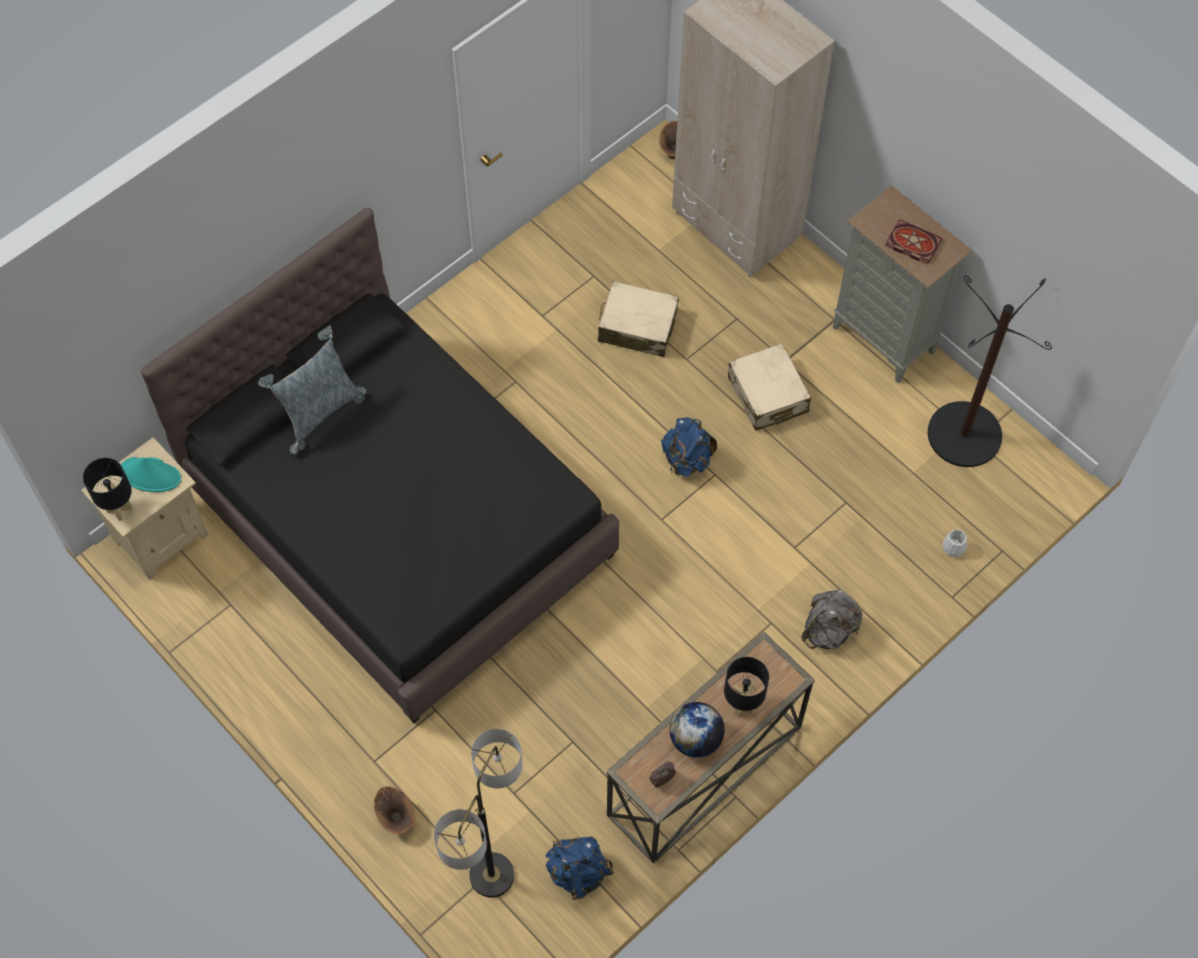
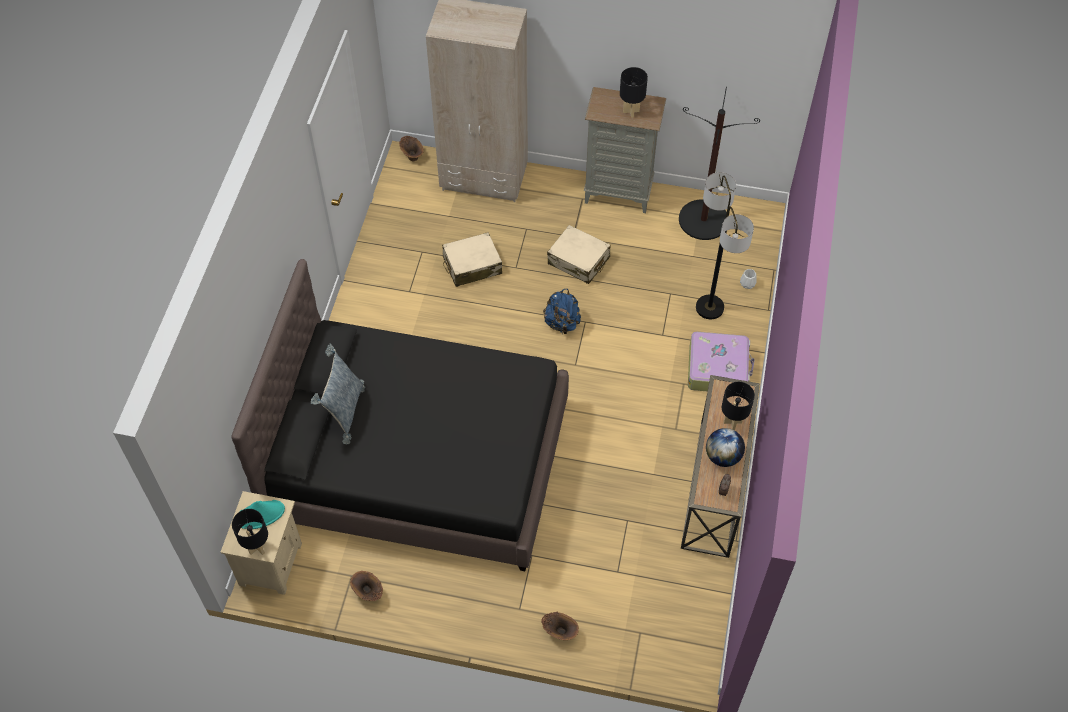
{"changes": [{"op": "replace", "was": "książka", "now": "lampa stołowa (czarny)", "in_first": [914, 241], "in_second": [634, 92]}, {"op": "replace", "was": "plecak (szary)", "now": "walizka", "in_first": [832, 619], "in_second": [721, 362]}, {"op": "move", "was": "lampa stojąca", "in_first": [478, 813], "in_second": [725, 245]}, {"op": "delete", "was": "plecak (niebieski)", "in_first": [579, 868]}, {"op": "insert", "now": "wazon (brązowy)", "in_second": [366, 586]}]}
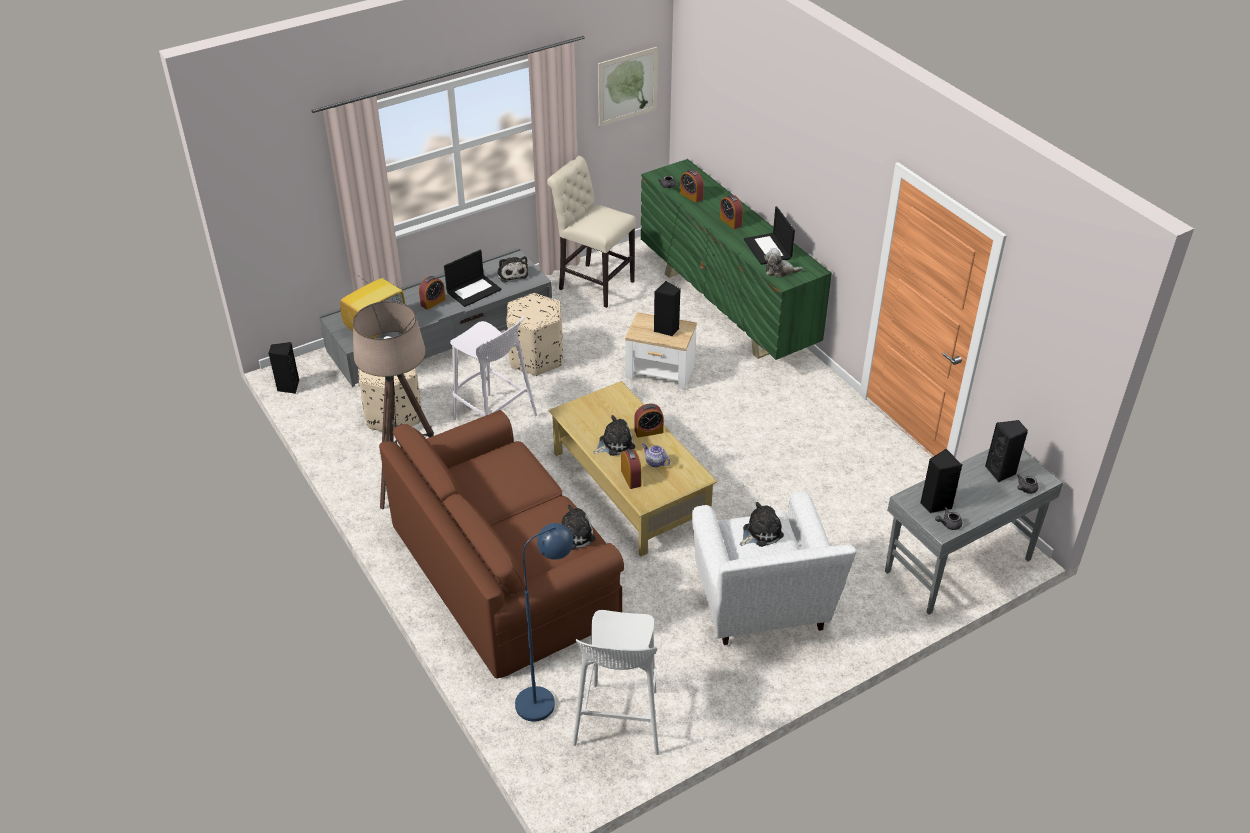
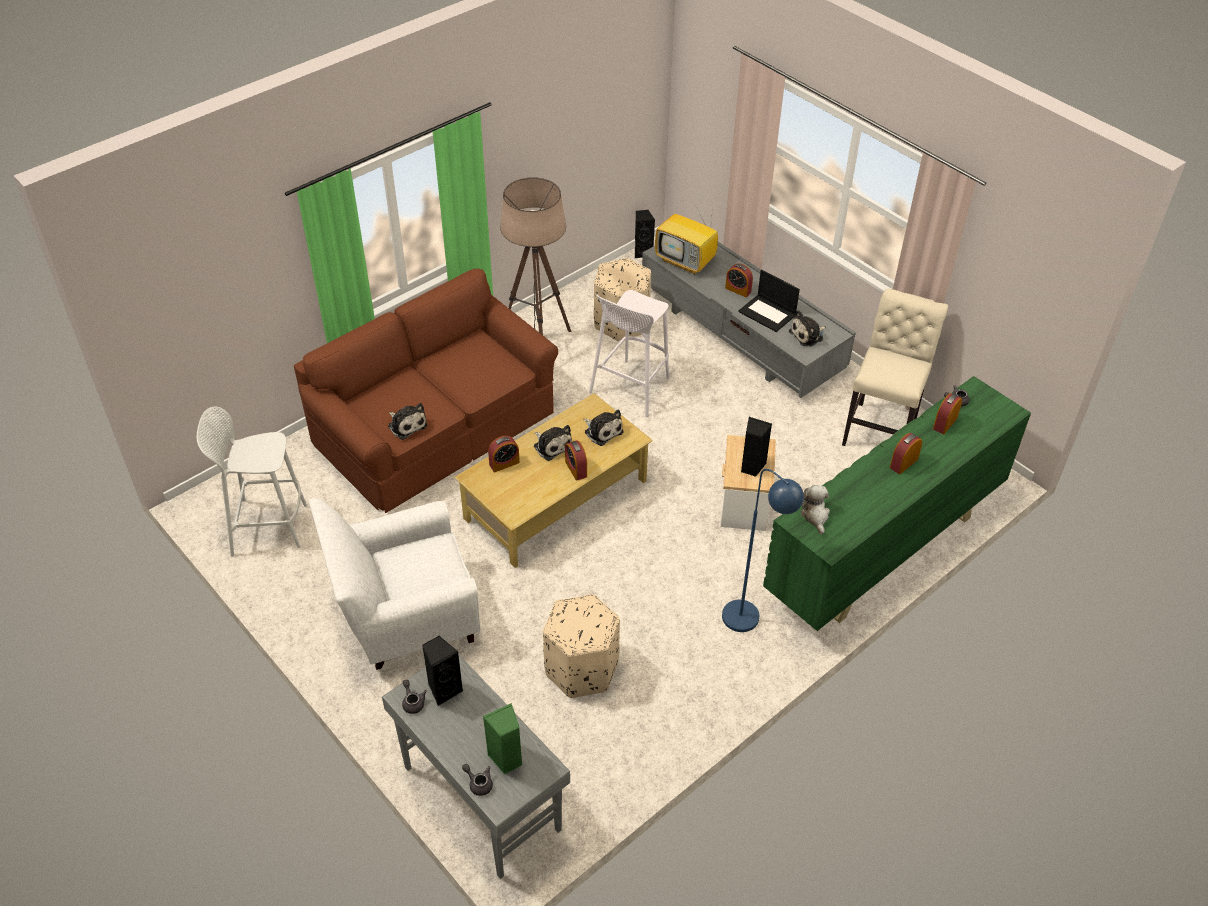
{"changes": [{"op": "delete", "was": "obraz", "in_first": [628, 87]}, {"op": "delete", "was": "laptop", "in_first": [769, 235]}, {"op": "move", "was": "pufa (beżowy)", "in_first": [534, 334], "in_second": [581, 646]}, {"op": "recolor", "was": "głośnik (czarny)", "now": "głośnik (zielony)", "in_first": [1006, 451], "in_second": [502, 738]}, {"op": "delete", "was": "imbryk", "in_first": [656, 455]}, {"op": "move", "was": "pluszak", "in_first": [762, 524], "in_second": [603, 427]}, {"op": "move", "was": "lampa stojąca (niebieski)", "in_first": [544, 622], "in_second": [763, 550]}]}
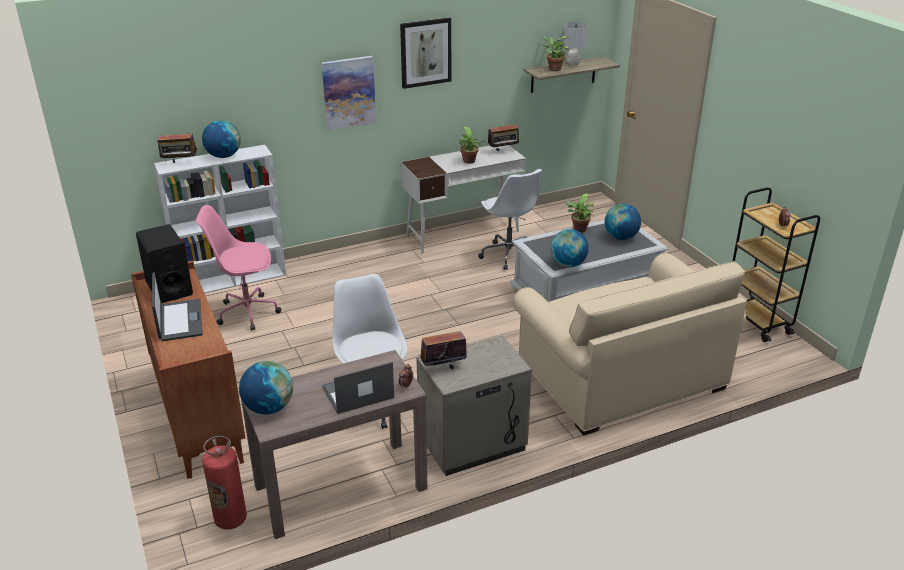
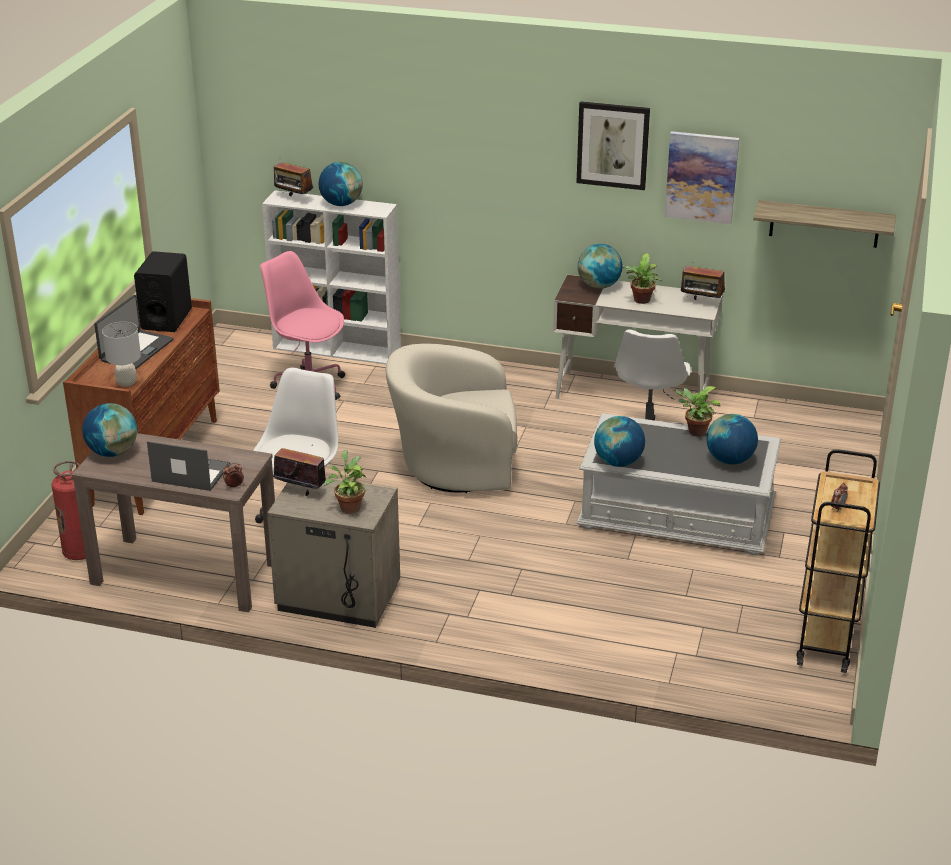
{"changes": [{"op": "move", "was": "lampa stołowa (szary)", "in_first": [575, 44], "in_second": [121, 354]}, {"op": "move", "was": "roślina doniczkowa", "in_first": [555, 53], "in_second": [345, 482]}, {"op": "move", "was": "obraz", "in_first": [349, 93], "in_second": [702, 177]}, {"op": "delete", "was": "kanapa (beżowy)", "in_first": [630, 344]}, {"op": "insert", "now": "globus", "in_second": [600, 266]}, {"op": "insert", "now": "fotel (beżowy)", "in_second": [451, 418]}]}
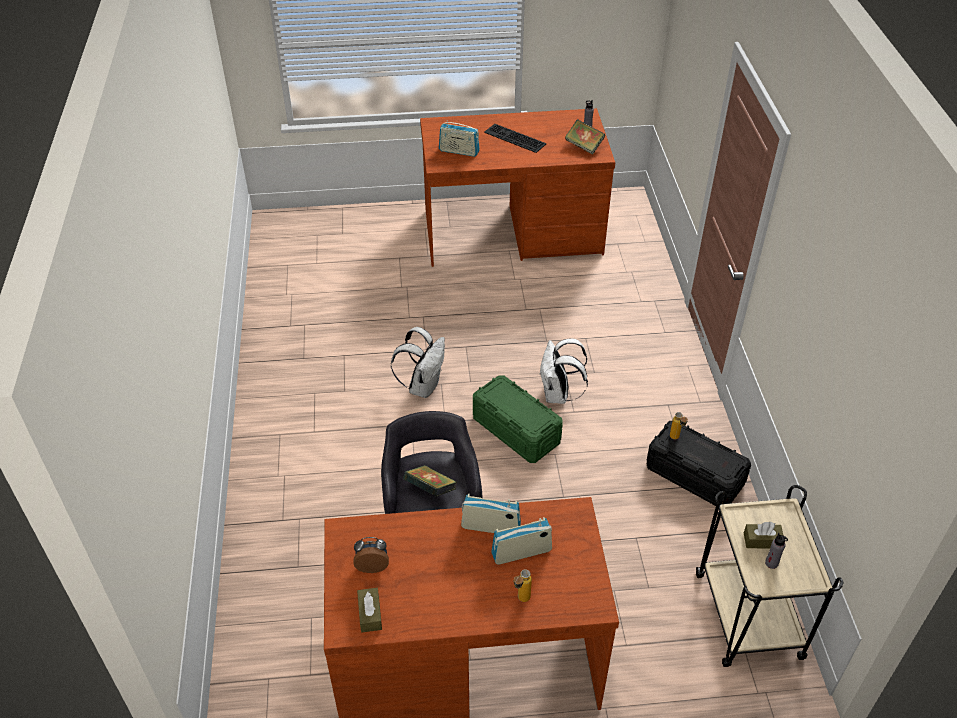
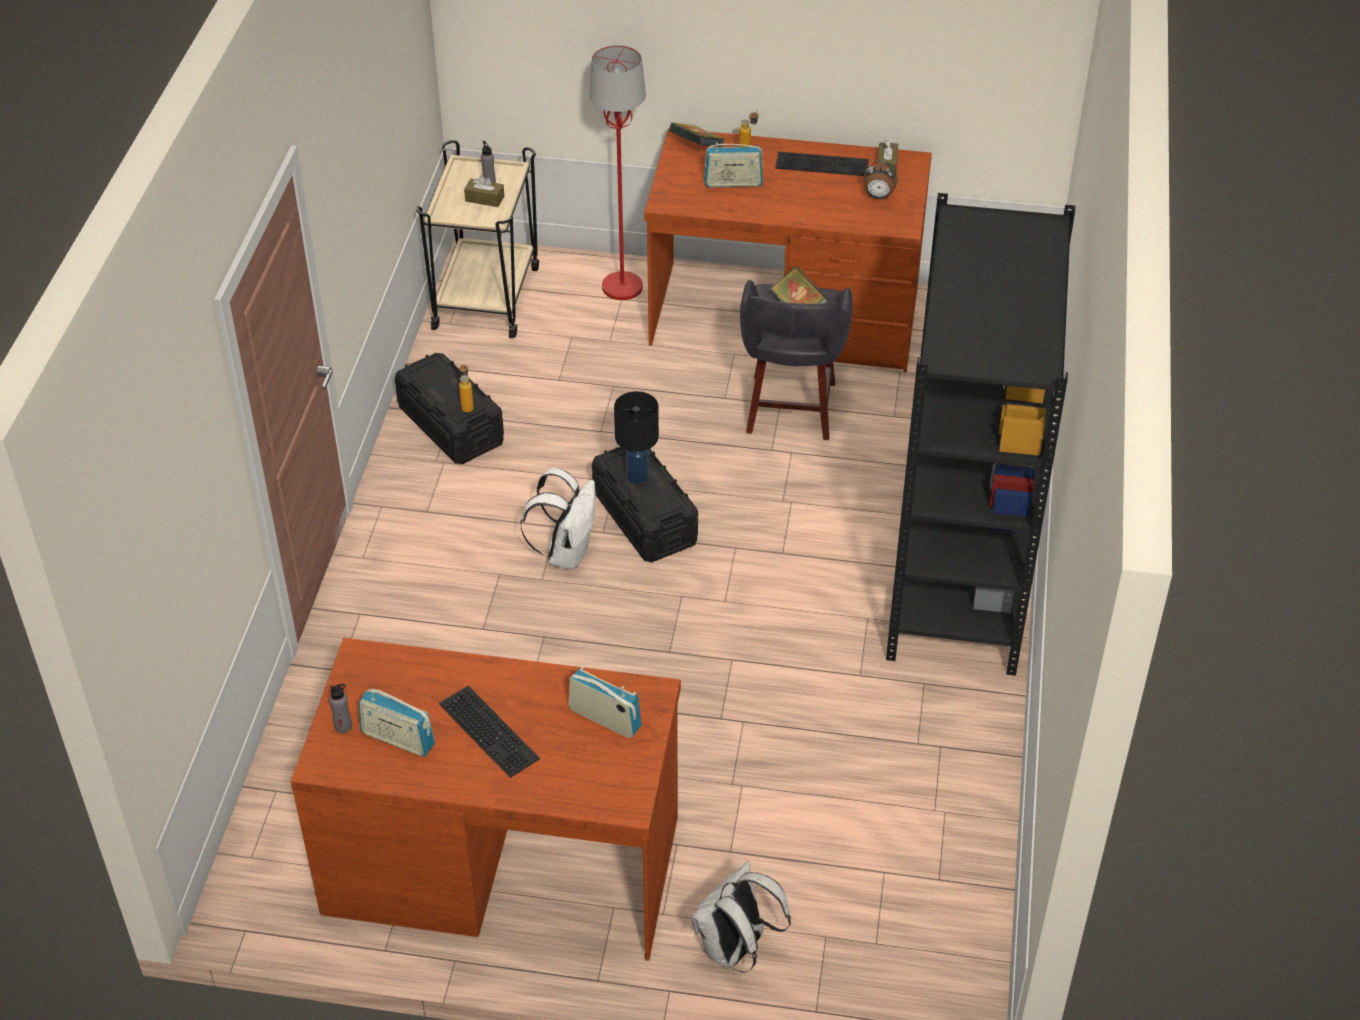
{"changes": [{"op": "move", "was": "książka", "in_first": [585, 137], "in_second": [697, 135]}, {"op": "move", "was": "plecak (biały)", "in_first": [418, 362], "in_second": [741, 917]}, {"op": "recolor", "was": "pojemnik do przechowywania (zielony)", "now": "pojemnik do przechowywania (czarny)", "in_first": [518, 419], "in_second": [645, 504]}, {"op": "move", "was": "radio", "in_first": [491, 513], "in_second": [396, 723]}, {"op": "insert", "now": "lampa stojąca (czerwony)", "in_second": [617, 172]}, {"op": "insert", "now": "klawiatura", "in_second": [822, 163]}, {"op": "insert", "now": "regał (czarny)", "in_second": [980, 434]}, {"op": "insert", "now": "lampa stołowa (czarny)", "in_second": [636, 437]}]}
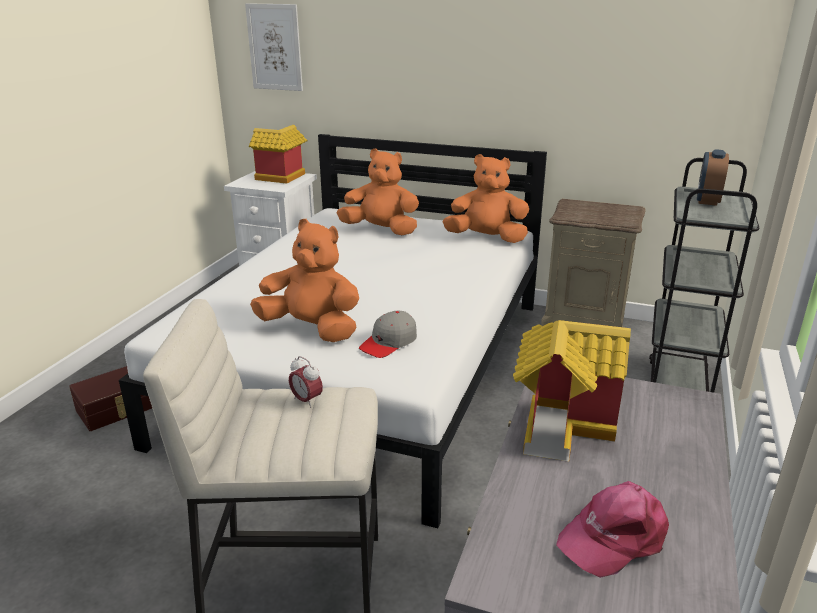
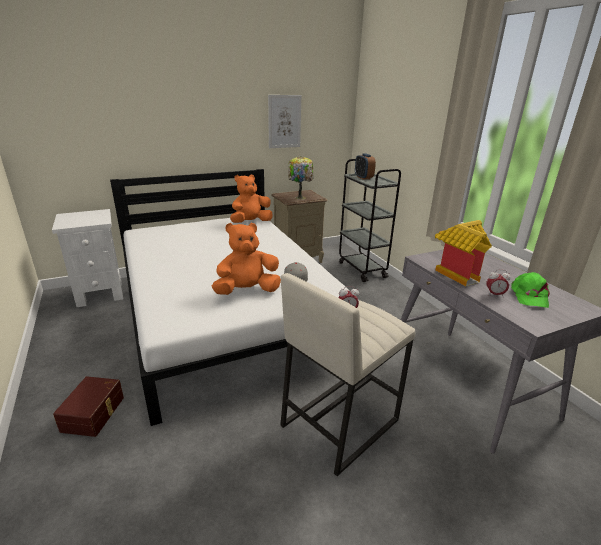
{"changes": [{"op": "move", "was": "obraz", "in_first": [274, 47], "in_second": [284, 121]}, {"op": "delete", "was": "domek", "in_first": [278, 154]}, {"op": "delete", "was": "pluszak (pomarańczowy)", "in_first": [378, 192]}, {"op": "recolor", "was": "czapka z daszkiem (różowy)", "now": "czapka z daszkiem (zielony)", "in_first": [612, 529], "in_second": [530, 290]}, {"op": "insert", "now": "lampa stołowa", "in_second": [300, 178]}, {"op": "insert", "now": "budzik", "in_second": [499, 282]}]}
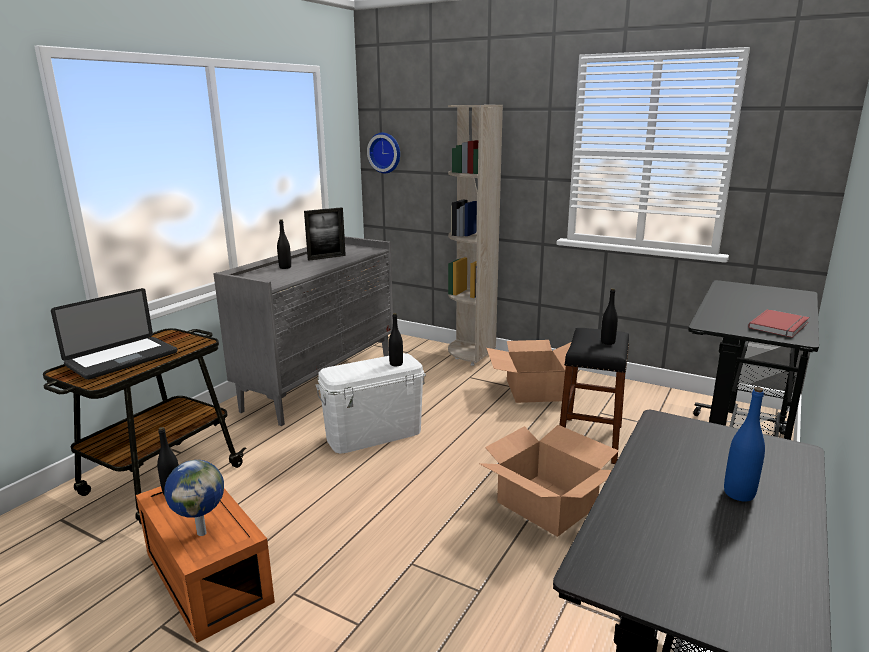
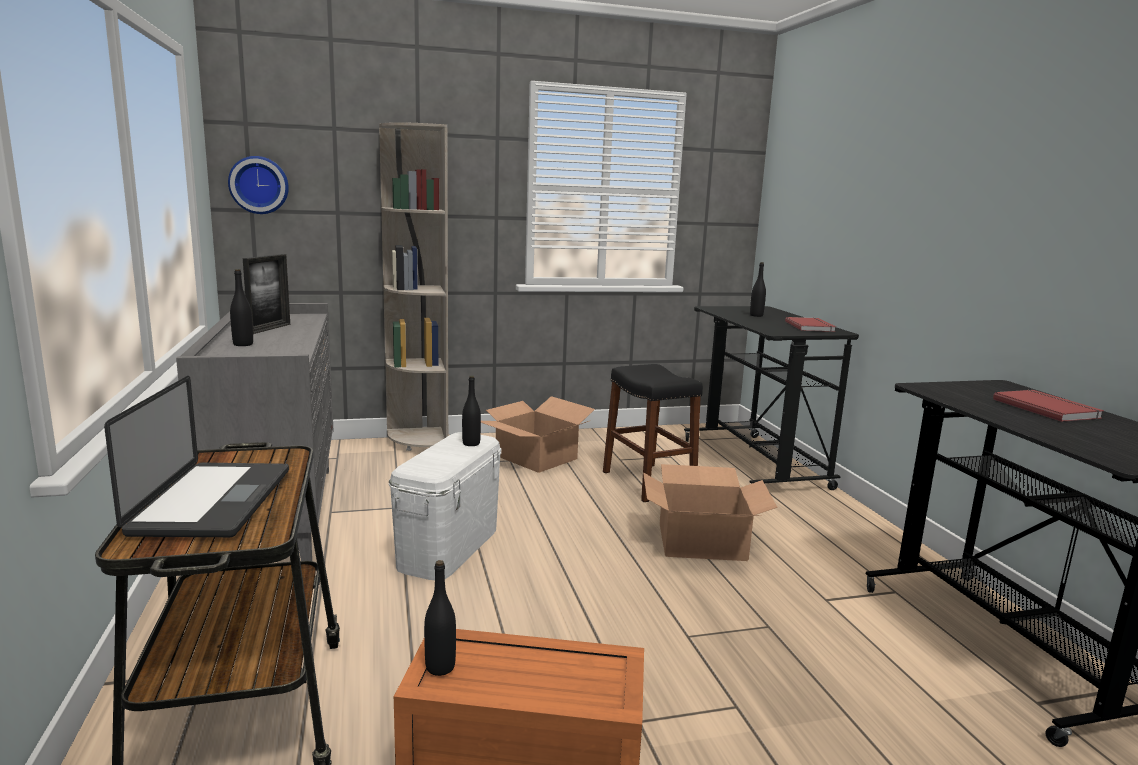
{"changes": [{"op": "move", "was": "butelka (czarny)", "in_first": [609, 316], "in_second": [758, 289]}, {"op": "replace", "was": "butelka (niebieski)", "now": "książka (czerwony)", "in_first": [744, 444], "in_second": [1048, 406]}, {"op": "delete", "was": "globus", "in_first": [194, 498]}]}
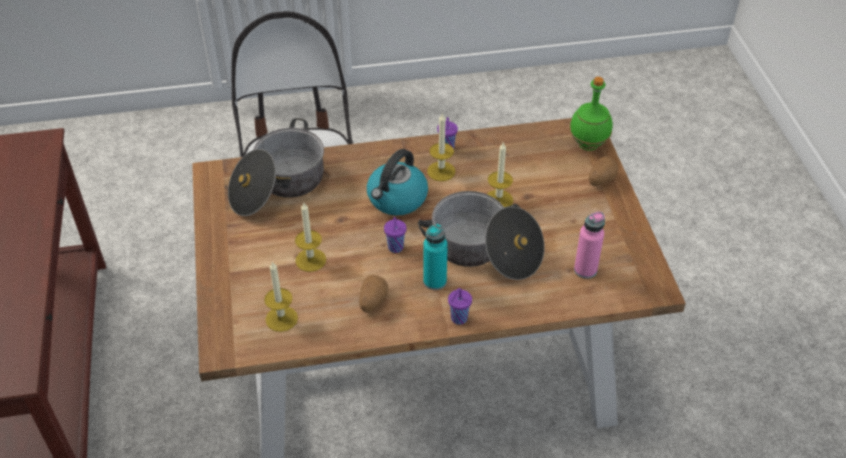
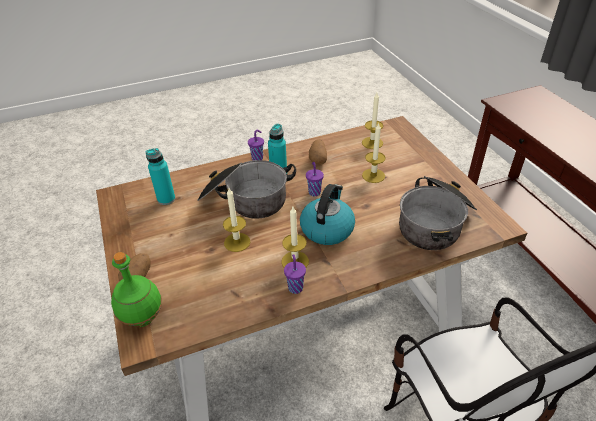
{"changes": [{"op": "recolor", "was": "butelka (różowy)", "now": "butelka (turkusowy)", "in_first": [589, 245], "in_second": [160, 176]}]}
